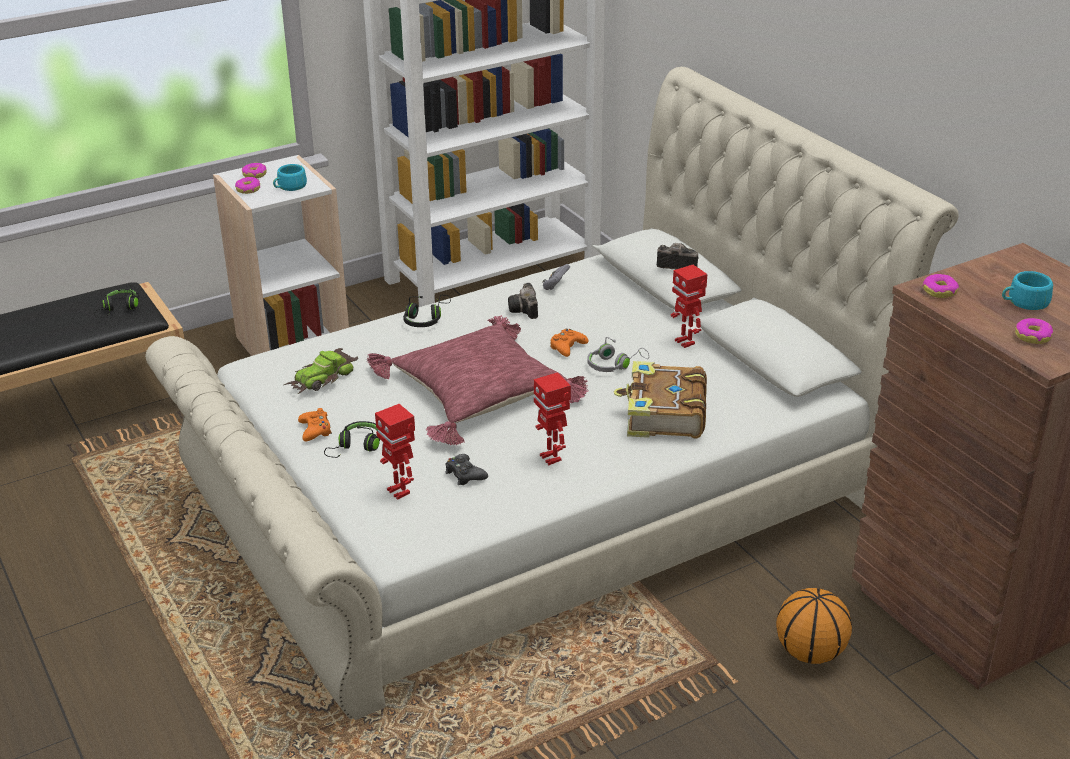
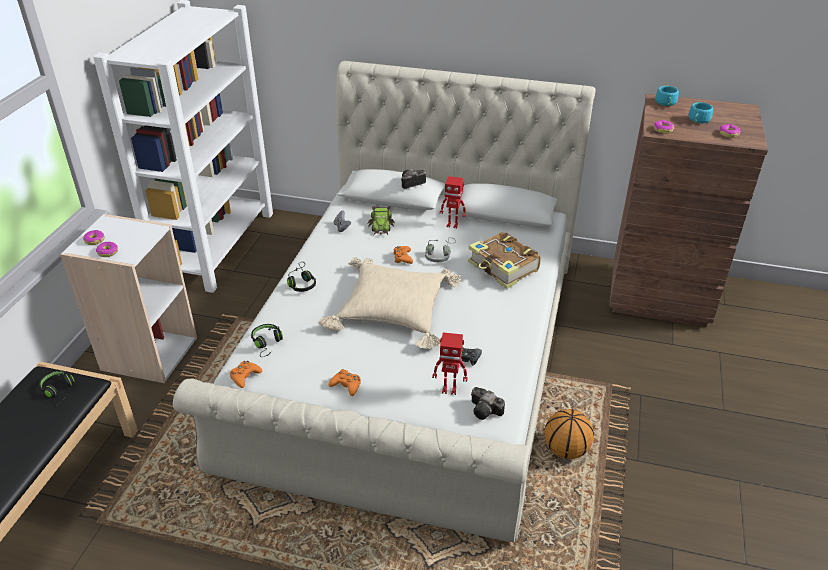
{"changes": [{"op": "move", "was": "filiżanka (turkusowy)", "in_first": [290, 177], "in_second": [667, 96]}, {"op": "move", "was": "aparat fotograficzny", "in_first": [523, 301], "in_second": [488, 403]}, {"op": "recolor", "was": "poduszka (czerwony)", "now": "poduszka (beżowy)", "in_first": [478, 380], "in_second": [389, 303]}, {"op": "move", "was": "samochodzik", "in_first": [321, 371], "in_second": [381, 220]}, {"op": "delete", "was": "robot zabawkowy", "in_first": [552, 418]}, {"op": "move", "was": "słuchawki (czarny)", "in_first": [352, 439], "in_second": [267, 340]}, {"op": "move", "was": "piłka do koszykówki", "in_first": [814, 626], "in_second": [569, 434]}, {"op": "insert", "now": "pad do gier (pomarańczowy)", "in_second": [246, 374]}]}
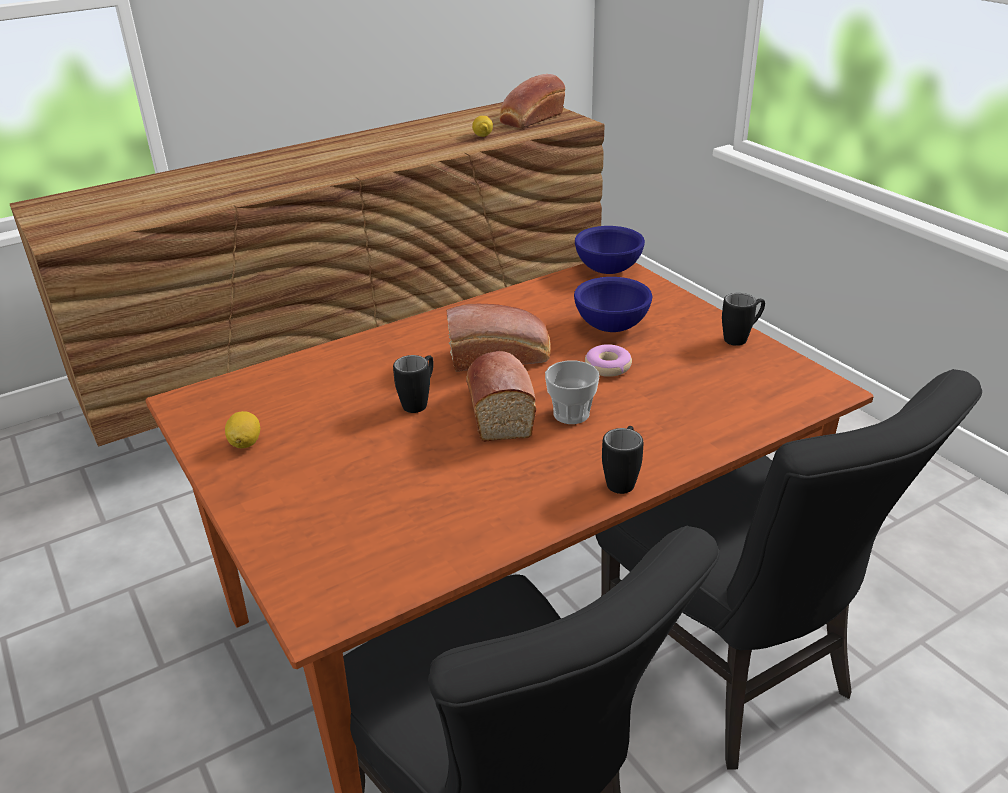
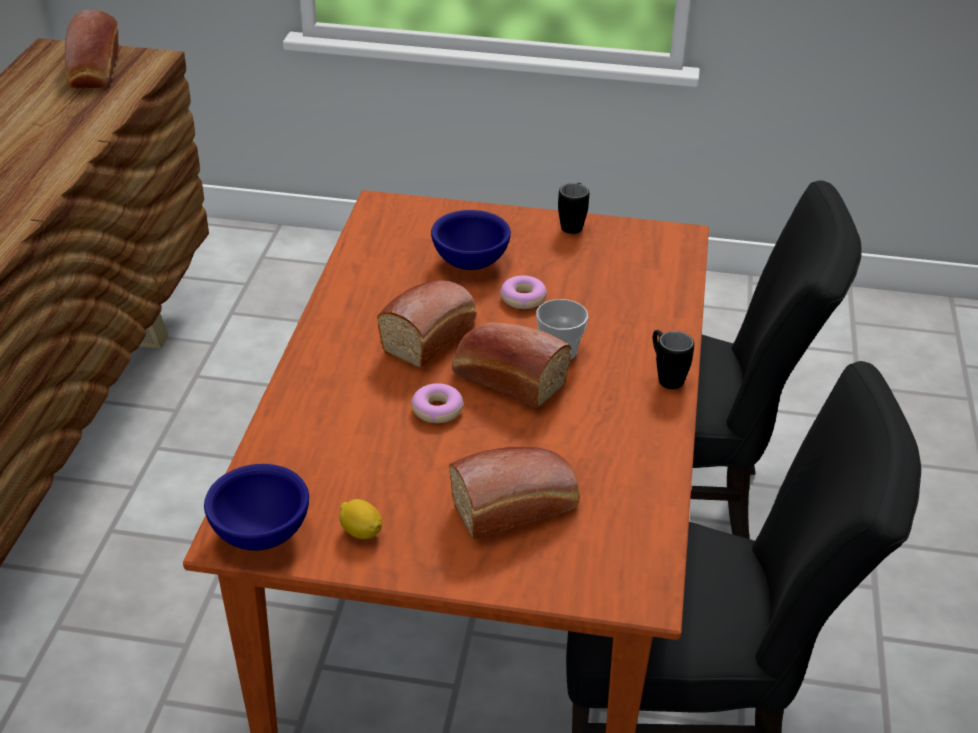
{"changes": [{"op": "delete", "was": "cytryna", "in_first": [482, 126]}, {"op": "move", "was": "miska (niebieski)", "in_first": [610, 250], "in_second": [256, 507]}, {"op": "replace", "was": "kubek (czarny)", "now": "donut", "in_first": [413, 384], "in_second": [437, 403]}, {"op": "insert", "now": "chleb", "in_second": [514, 493]}]}
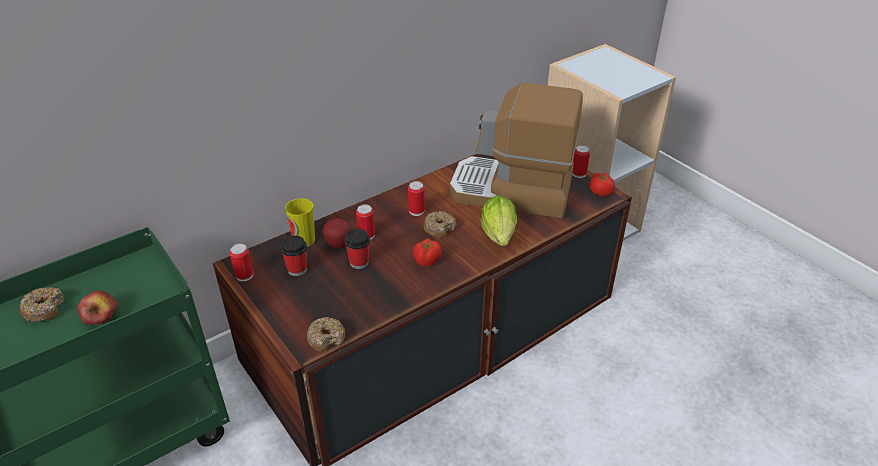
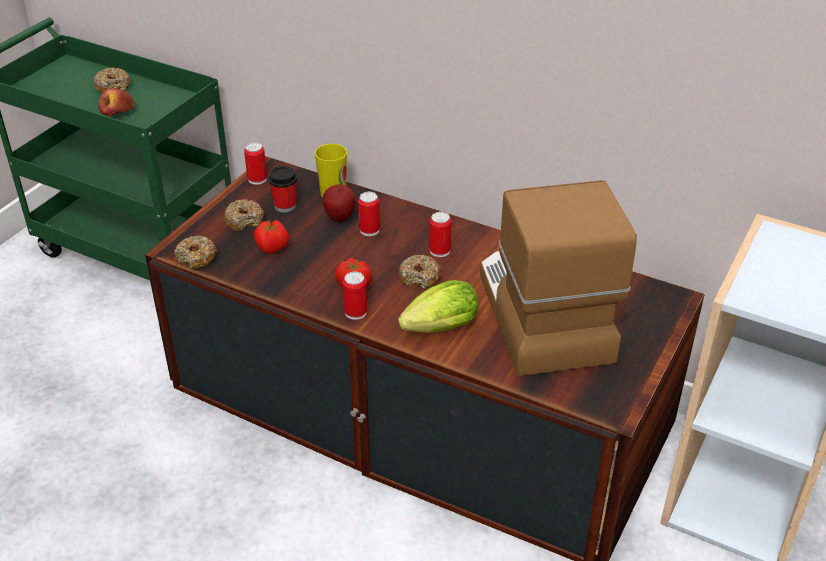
{"changes": [{"op": "move", "was": "puszka", "in_first": [581, 161], "in_second": [355, 296]}, {"op": "move", "was": "pomidor", "in_first": [602, 185], "in_second": [271, 237]}, {"op": "delete", "was": "filiżanka", "in_first": [357, 249]}, {"op": "insert", "now": "donut", "in_second": [244, 215]}]}
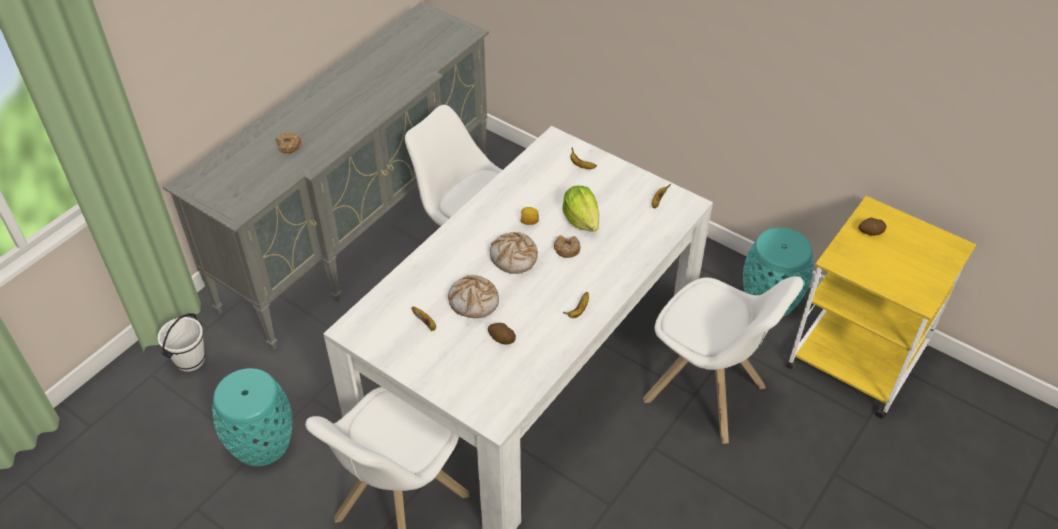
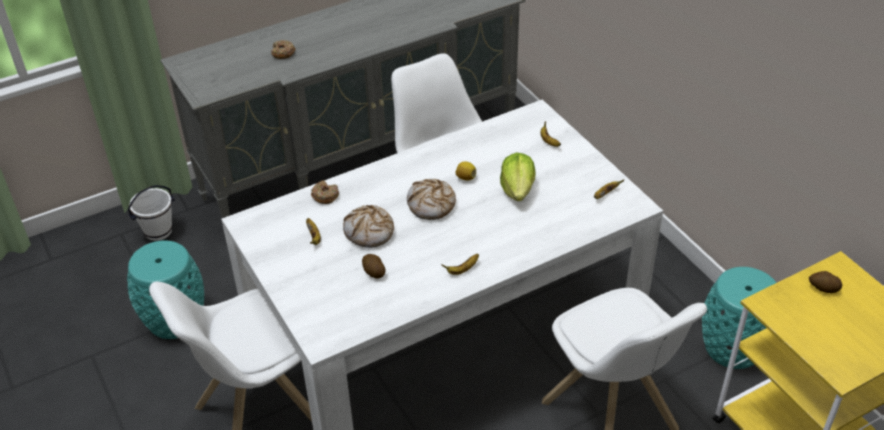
{"changes": [{"op": "move", "was": "donut", "in_first": [567, 246], "in_second": [325, 192]}]}
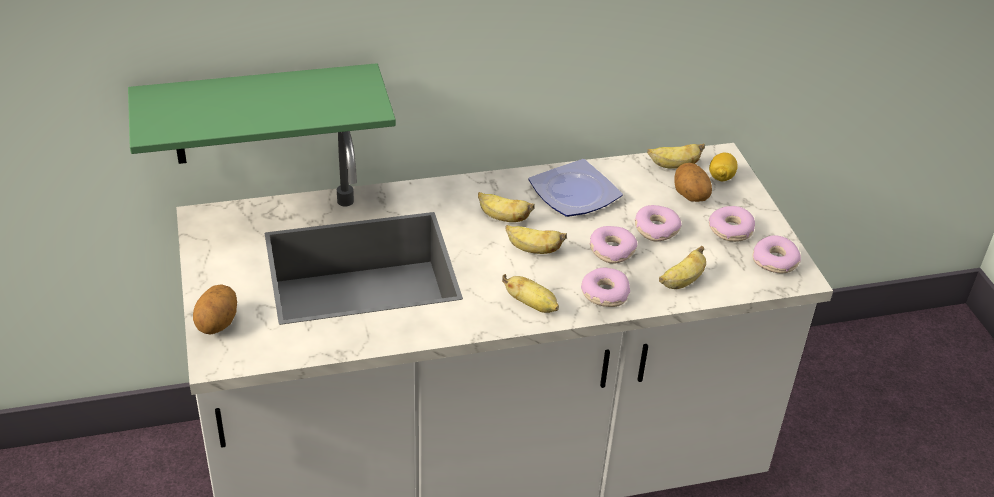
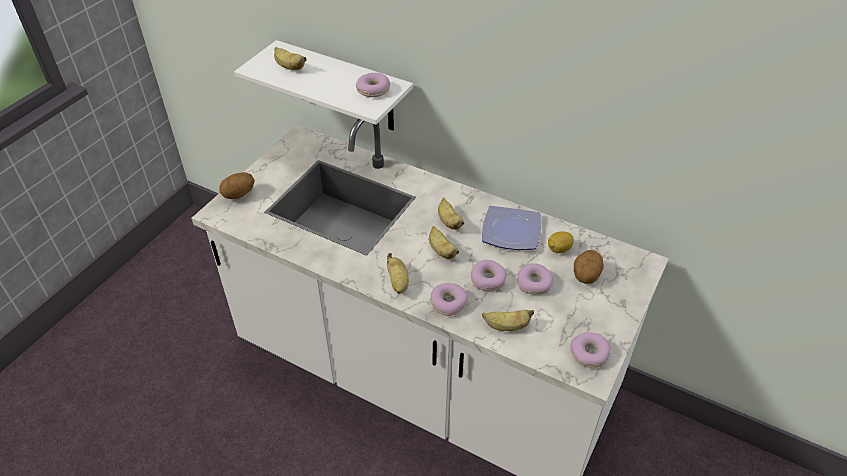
{"changes": [{"op": "recolor", "was": "półka (zielony)", "now": "półka (biały)", "in_first": [262, 113], "in_second": [323, 85]}, {"op": "move", "was": "banan", "in_first": [676, 156], "in_second": [290, 58]}, {"op": "move", "was": "cytryna", "in_first": [723, 166], "in_second": [561, 242]}, {"op": "move", "was": "donut", "in_first": [732, 224], "in_second": [373, 85]}]}
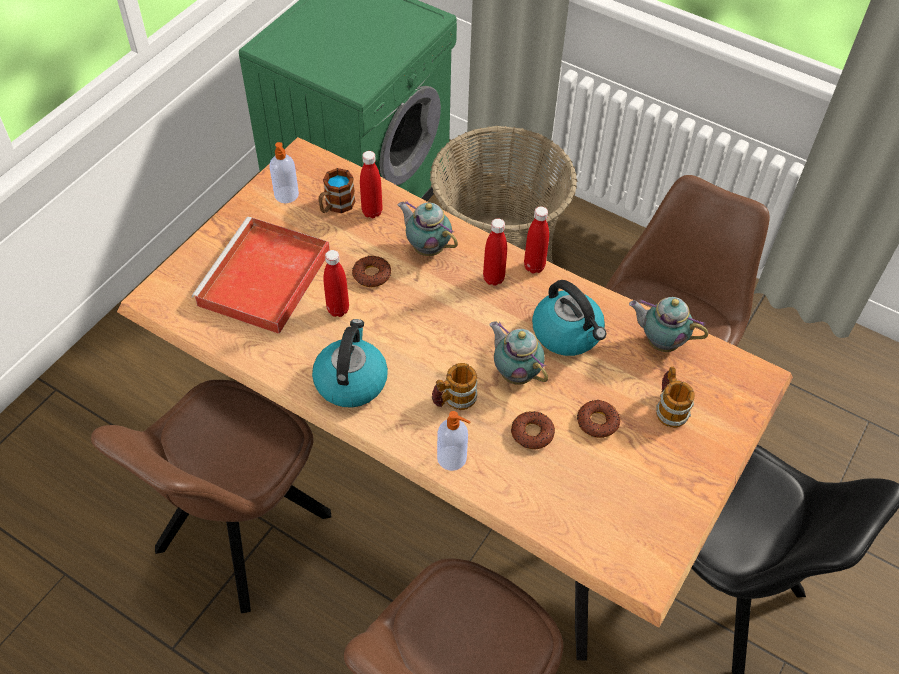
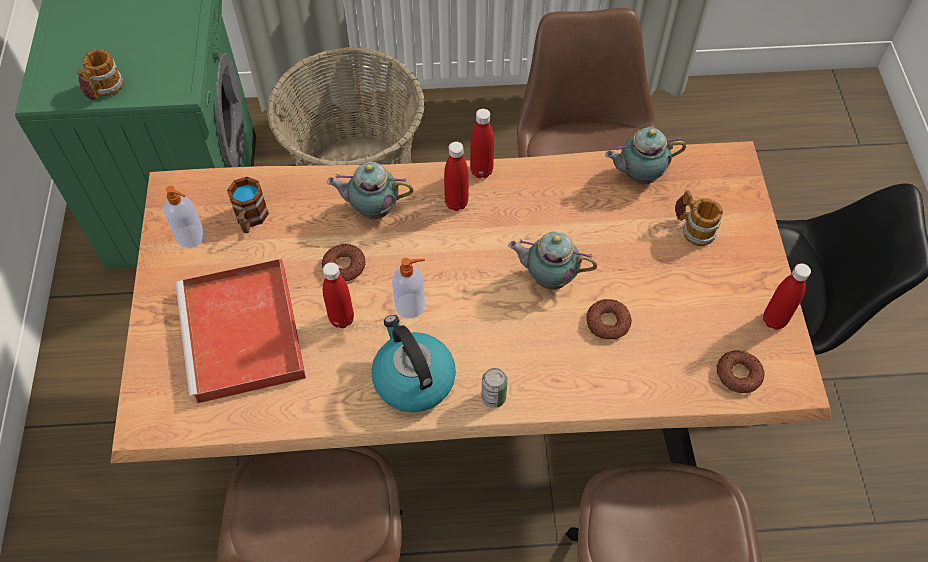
{"changes": [{"op": "move", "was": "butelka (czerwony)", "in_first": [371, 184], "in_second": [787, 296]}, {"op": "delete", "was": "czajnik", "in_first": [569, 318]}, {"op": "move", "was": "kubek", "in_first": [454, 386], "in_second": [100, 74]}, {"op": "move", "was": "donut", "in_first": [598, 419], "in_second": [740, 371]}, {"op": "move", "was": "dozownik mydła", "in_first": [453, 441], "in_second": [408, 288]}, {"op": "insert", "now": "puszka", "in_second": [494, 388]}]}
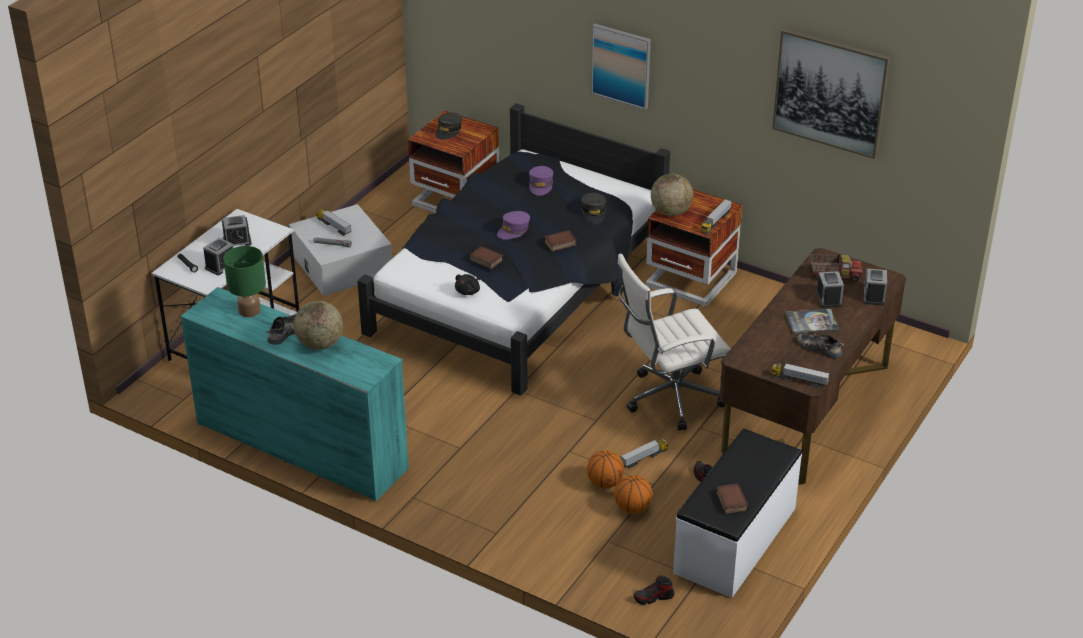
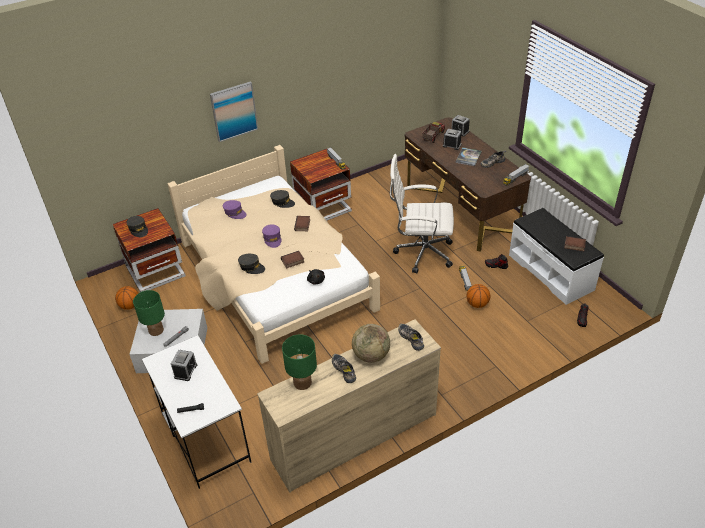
{"changes": [{"op": "delete", "was": "obraz", "in_first": [831, 94]}, {"op": "recolor", "was": "łóżko (czarny)", "now": "łóżko (beżowy)", "in_first": [513, 249], "in_second": [274, 254]}, {"op": "delete", "was": "globus", "in_first": [672, 194]}, {"op": "replace", "was": "ciężarówka zabawkowa", "now": "lampa stołowa (zielony)", "in_first": [334, 222], "in_second": [149, 313]}, {"op": "delete", "was": "budzik", "in_first": [218, 256]}, {"op": "rotate", "was": "krzesło biurowe (biały)", "in_first": [674, 342], "in_second": [422, 213], "clockwise": 90}, {"op": "recolor", "was": "komoda (turkusowy)", "now": "komoda (beżowy)", "in_first": [294, 394], "in_second": [349, 406]}, {"op": "move", "was": "piłka do koszykówki", "in_first": [633, 494], "in_second": [126, 298]}, {"op": "insert", "now": "czapka z daszkiem (szary)", "in_second": [251, 264]}, {"op": "insert", "now": "but", "in_second": [411, 337]}]}
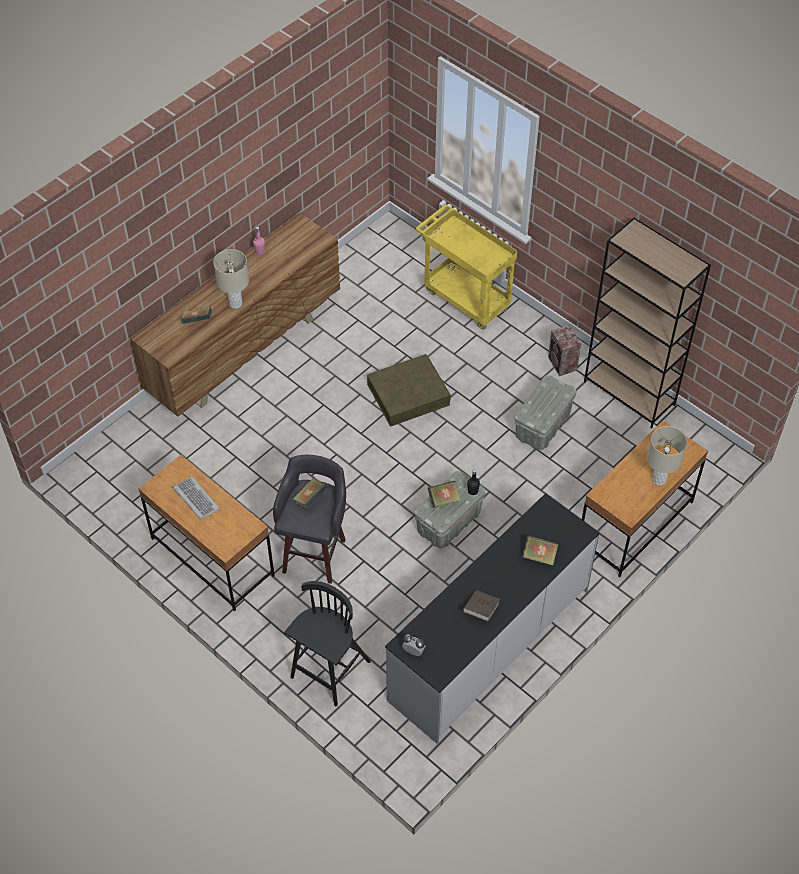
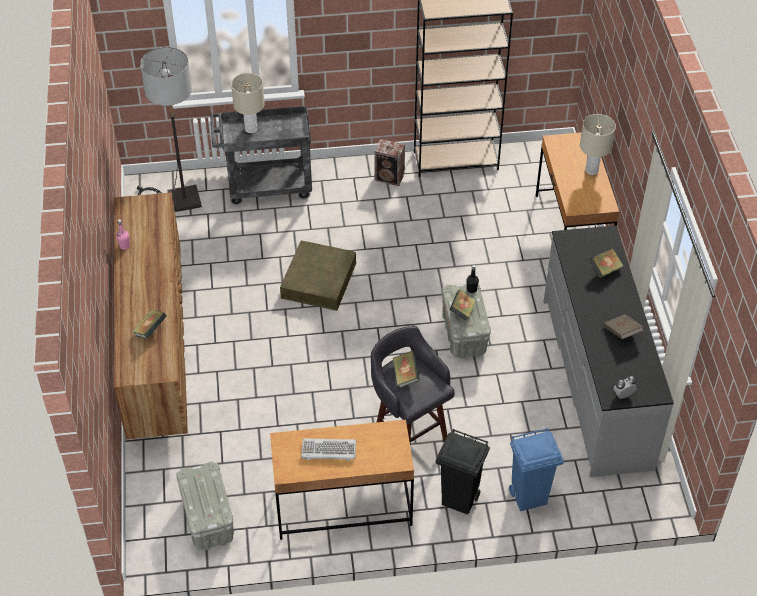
{"changes": [{"op": "recolor", "was": "wózek (żółty)", "now": "wózek (szary)", "in_first": [466, 267], "in_second": [261, 155]}, {"op": "move", "was": "lampa stołowa (beżowy)", "in_first": [231, 279], "in_second": [248, 103]}, {"op": "move", "was": "pojemnik do przechowywania (szary)", "in_first": [546, 412], "in_second": [205, 506]}, {"op": "replace", "was": "stołek (czarny)", "now": "kosz na śmieci (niebieski)", "in_first": [327, 643], "in_second": [536, 469]}, {"op": "insert", "now": "lampa stojąca", "in_second": [169, 129]}, {"op": "insert", "now": "kosz na śmieci (czarny)", "in_second": [462, 472]}]}
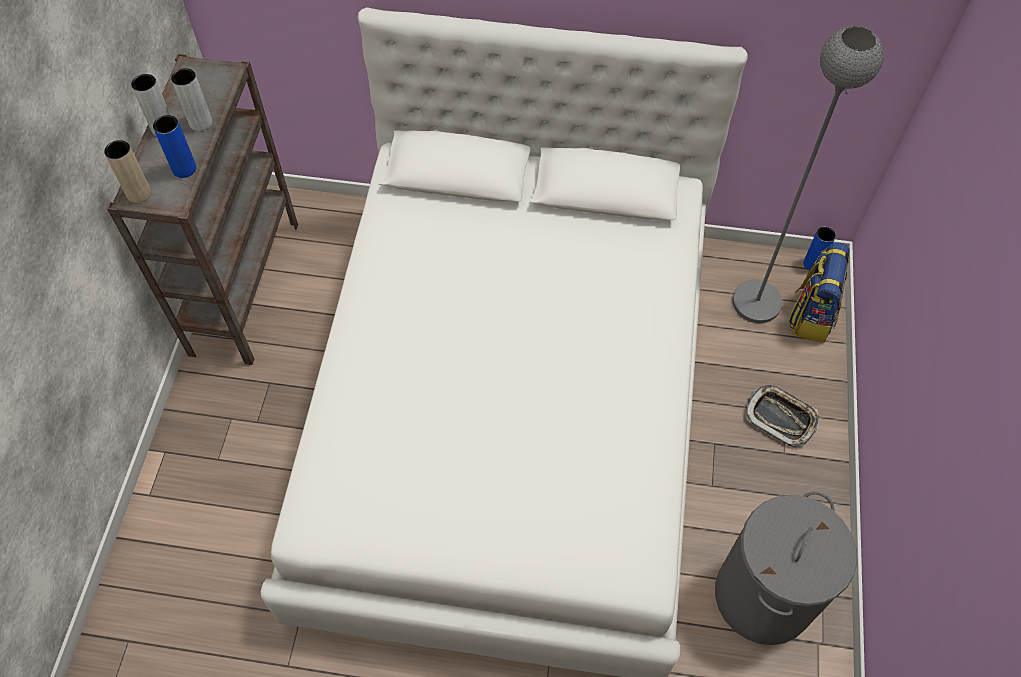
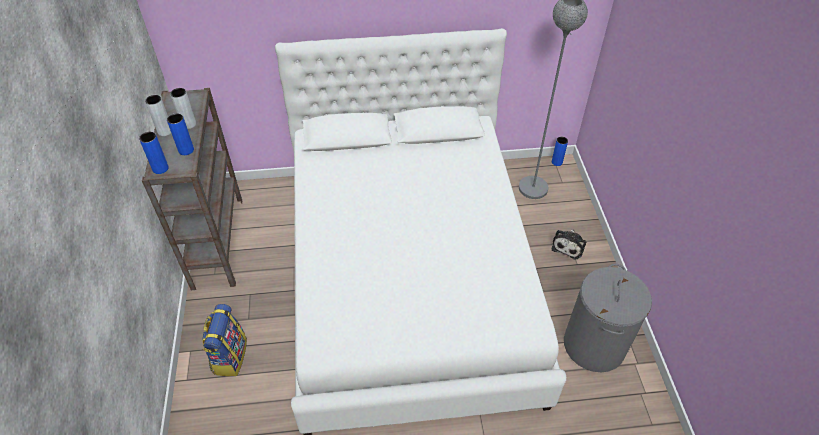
{"changes": [{"op": "recolor", "was": "wazon (beżowy)", "now": "wazon (niebieski)", "in_first": [127, 171], "in_second": [154, 153]}, {"op": "move", "was": "plecak", "in_first": [819, 293], "in_second": [224, 340]}, {"op": "replace", "was": "taca", "now": "pluszak", "in_first": [782, 416], "in_second": [569, 244]}]}
